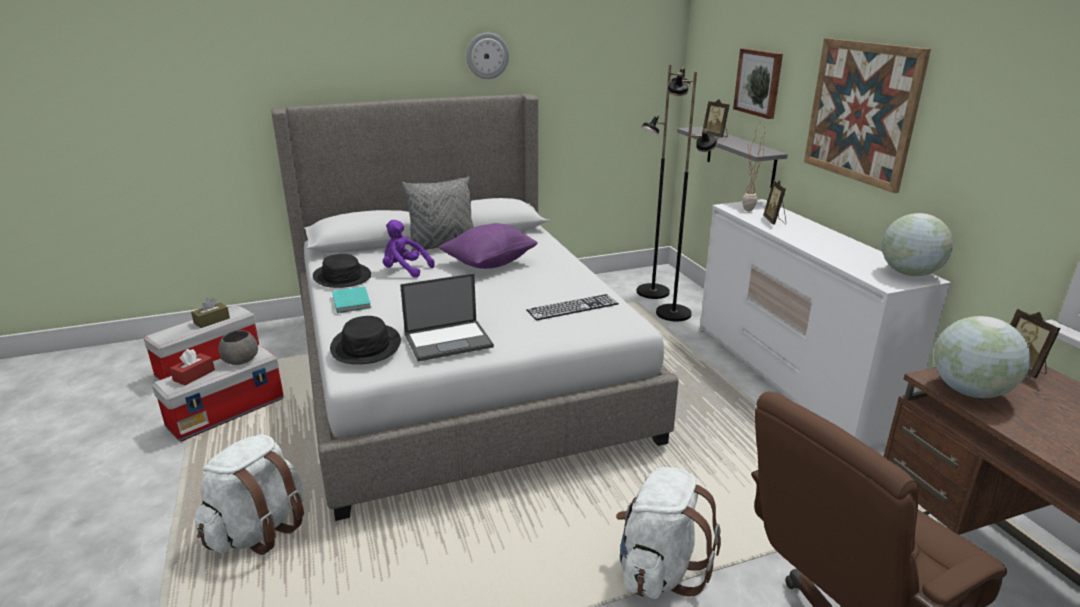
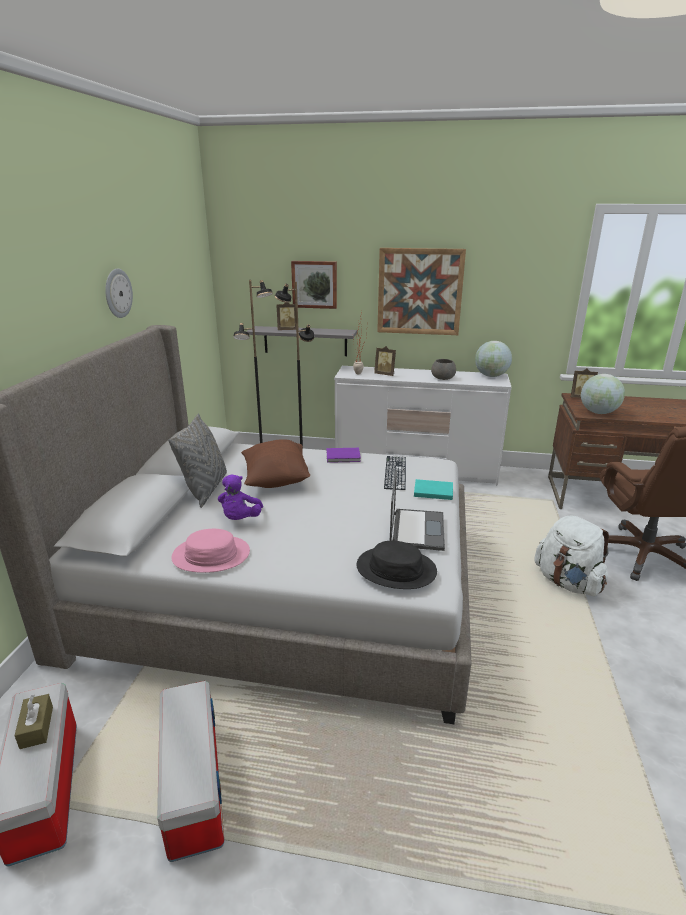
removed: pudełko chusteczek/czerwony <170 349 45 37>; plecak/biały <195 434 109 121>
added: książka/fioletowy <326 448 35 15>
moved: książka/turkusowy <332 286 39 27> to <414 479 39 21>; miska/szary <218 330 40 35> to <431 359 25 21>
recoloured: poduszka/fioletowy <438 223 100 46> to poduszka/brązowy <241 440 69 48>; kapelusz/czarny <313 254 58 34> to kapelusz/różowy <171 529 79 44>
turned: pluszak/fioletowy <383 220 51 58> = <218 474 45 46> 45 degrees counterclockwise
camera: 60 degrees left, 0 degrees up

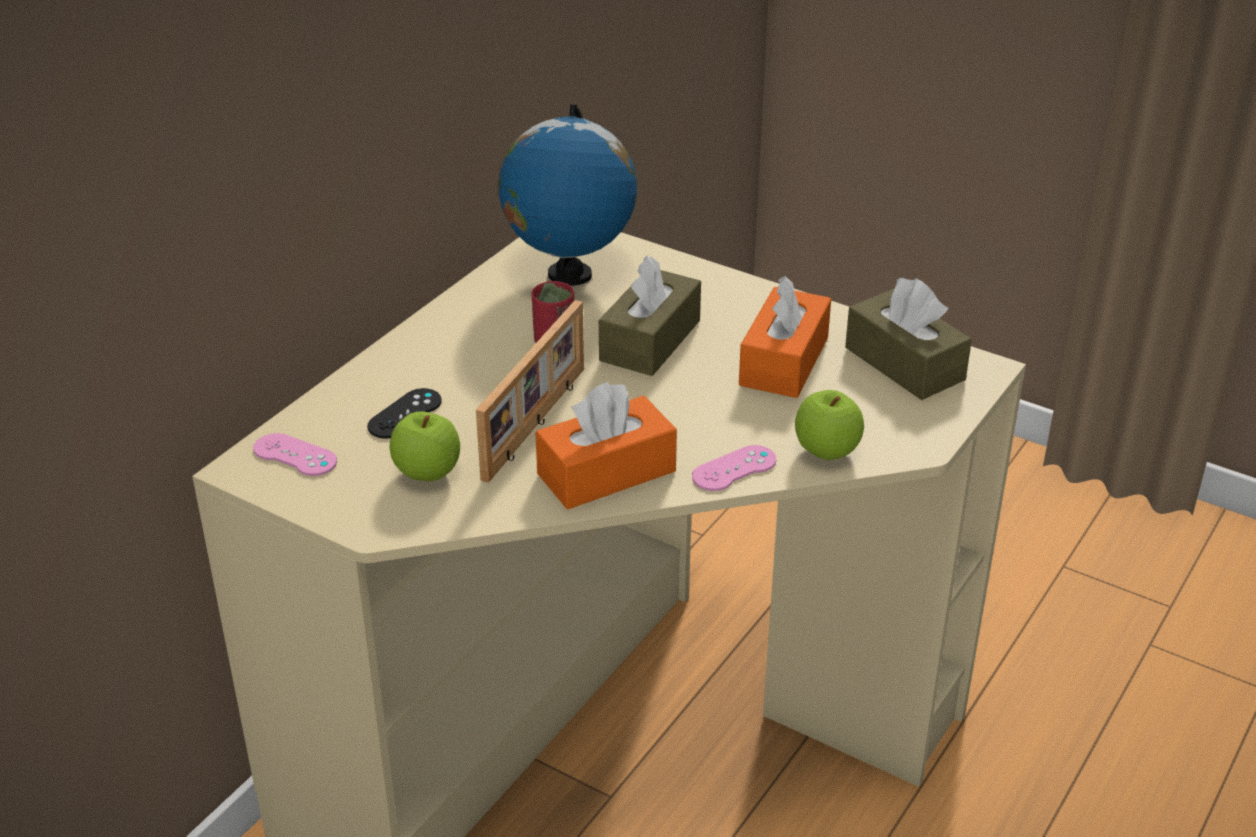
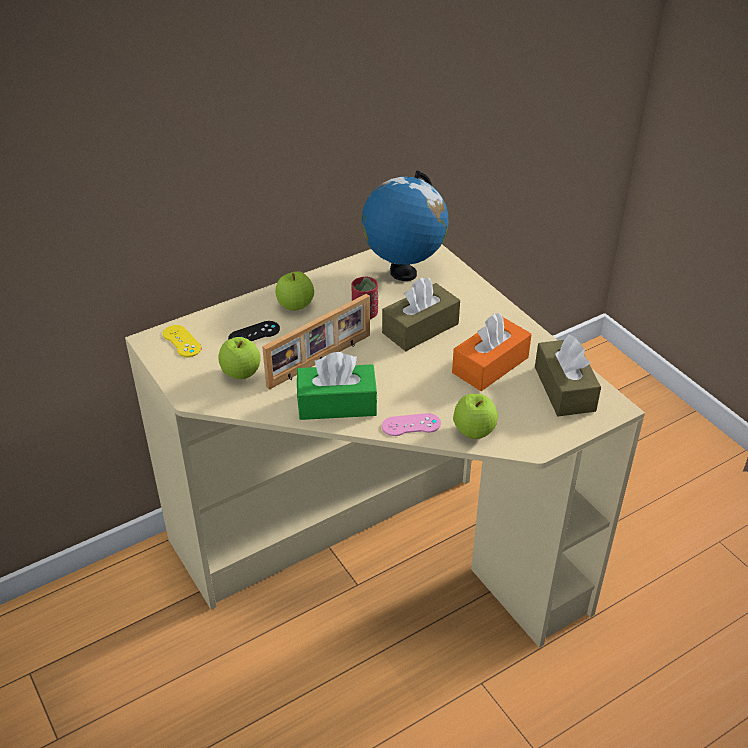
added: jabłko <276 271 38 39>
recoloured: pudełko chusteczek/pomarańczowy <535 382 142 127> to pudełko chusteczek/zielony <297 352 80 68>; pad do gier/różowy <253 433 84 43> to pad do gier/żółty <163 325 39 32>
camera: 25 degrees right, 5 degrees up

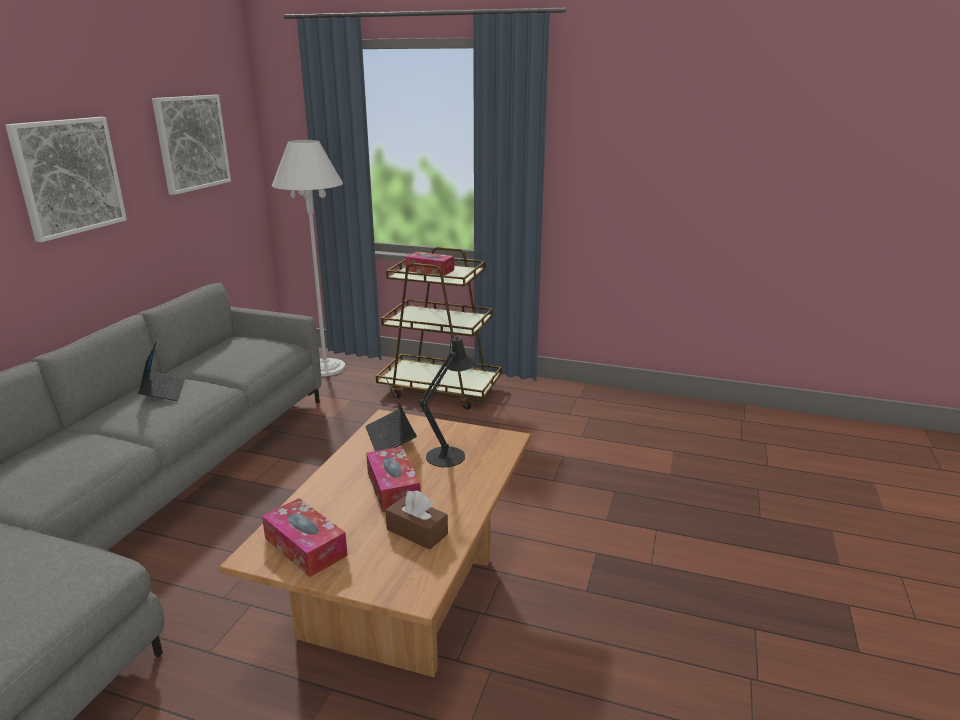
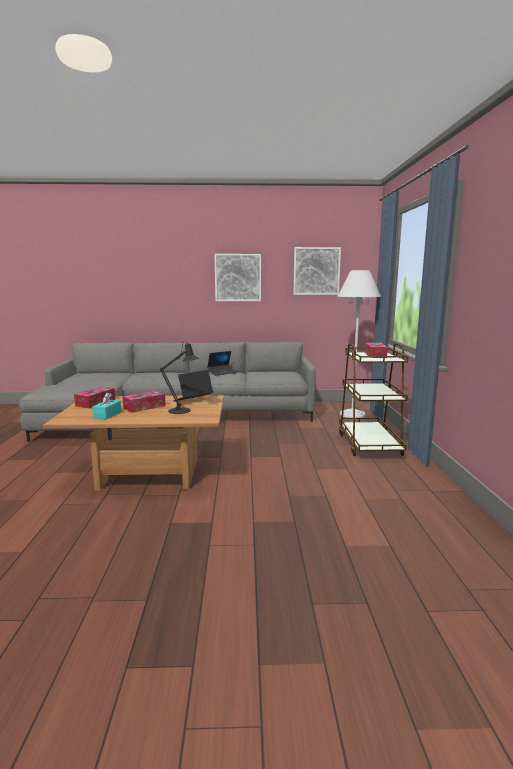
recoloured: pudełko chusteczek/brązowy <385 490 63 60> to pudełko chusteczek/turkusowy <92 392 29 27>
camera: 70 degrees right, 10 degrees down

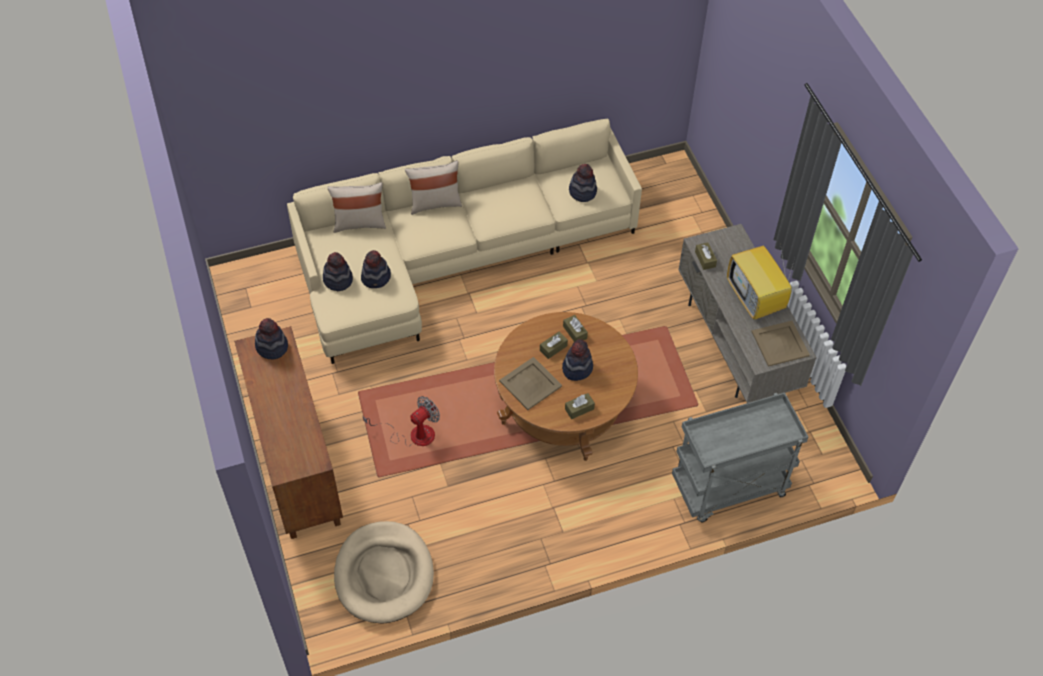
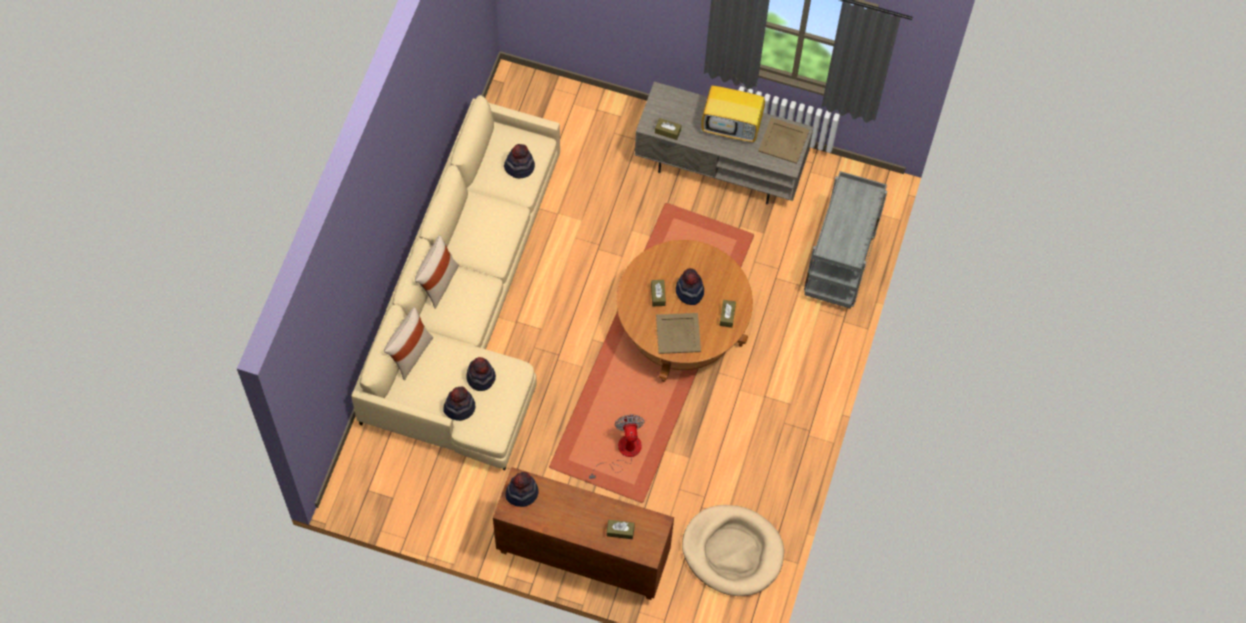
moved: pudełko chusteczek/brązowy <563 315 25 27> to <607 520 28 19>
camera: 55 degrees left, 10 degrees up

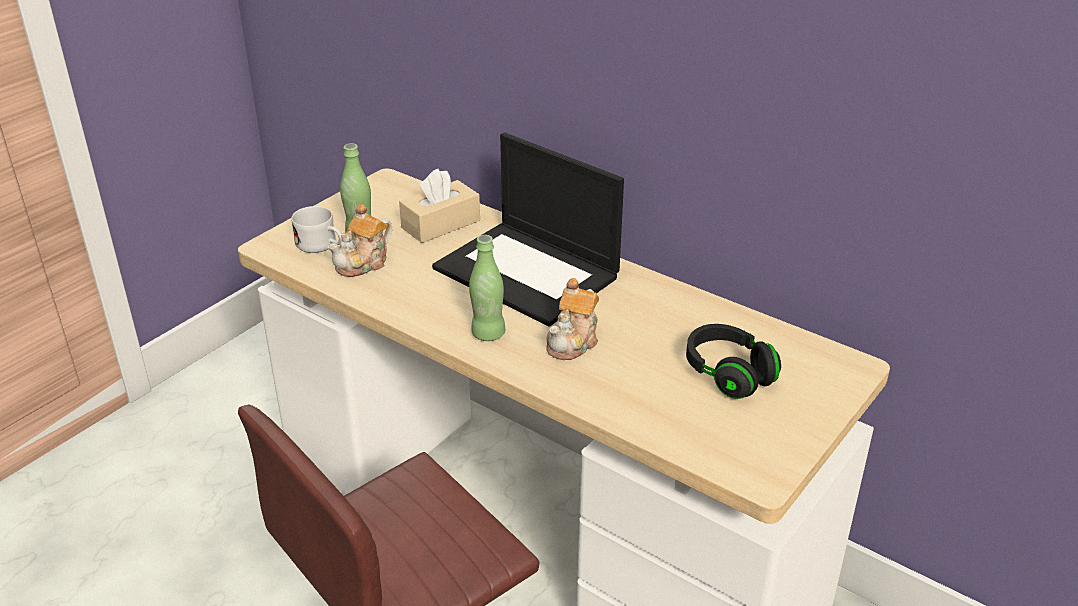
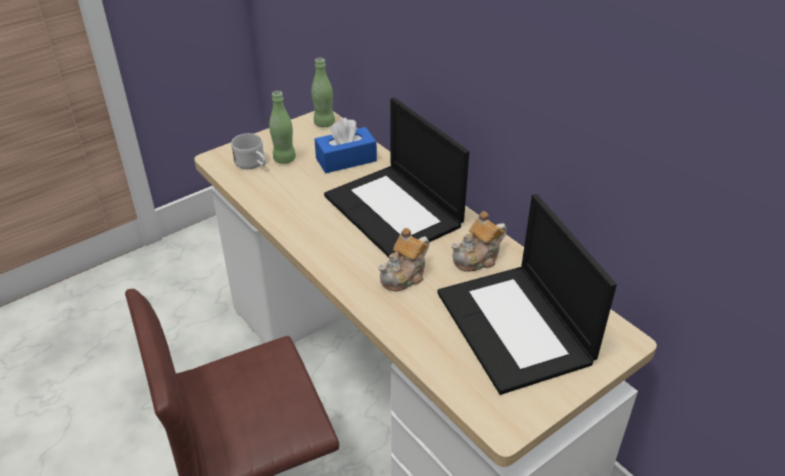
moved: imbryk <328 204 64 73> to <451 211 56 61>; butelka/zielony <469 235 36 106> to <311 58 24 69>
replaced: słuchawki/czarny <686 324 95 75> to laptop <437 194 180 201>
recoloured: pudełko chusteczek/beżowy <399 169 81 74> to pudełko chusteczek/niebieski <314 118 63 55>
camera: 15 degrees right, 5 degrees up

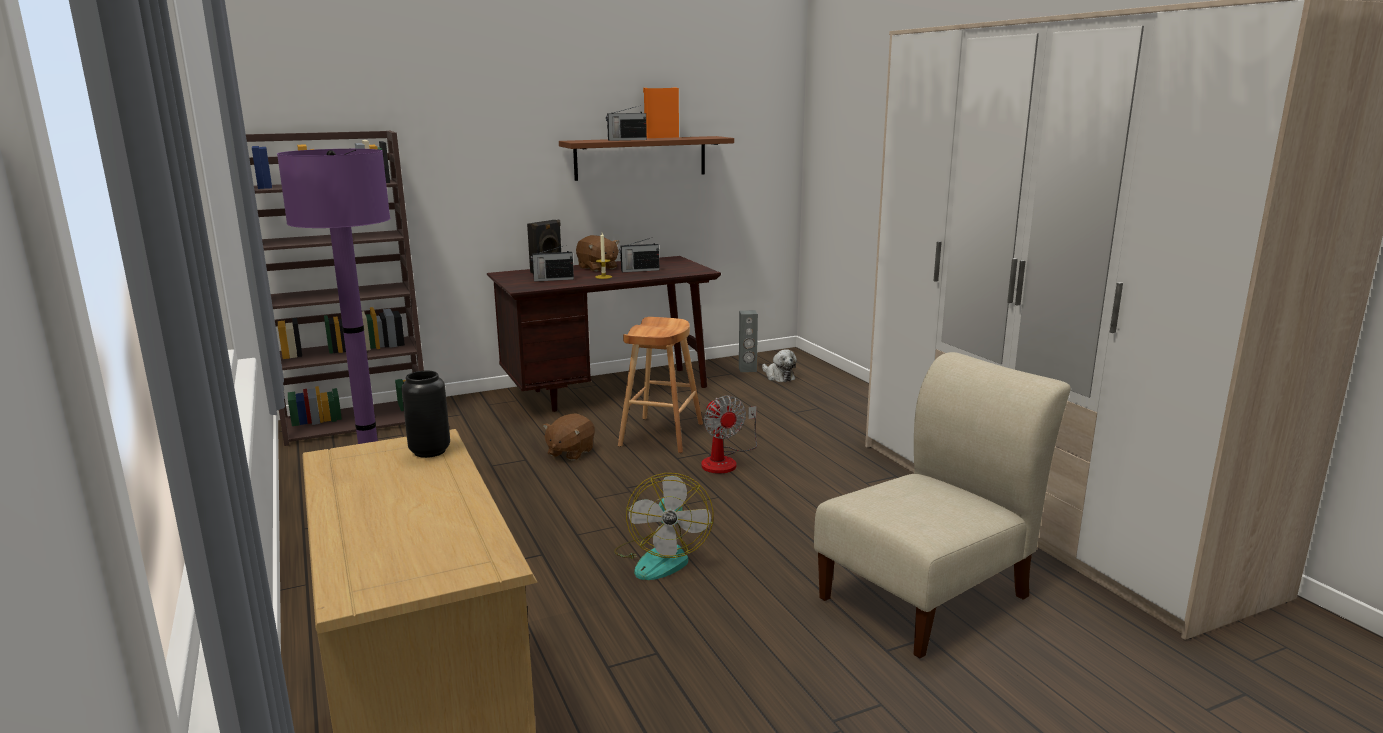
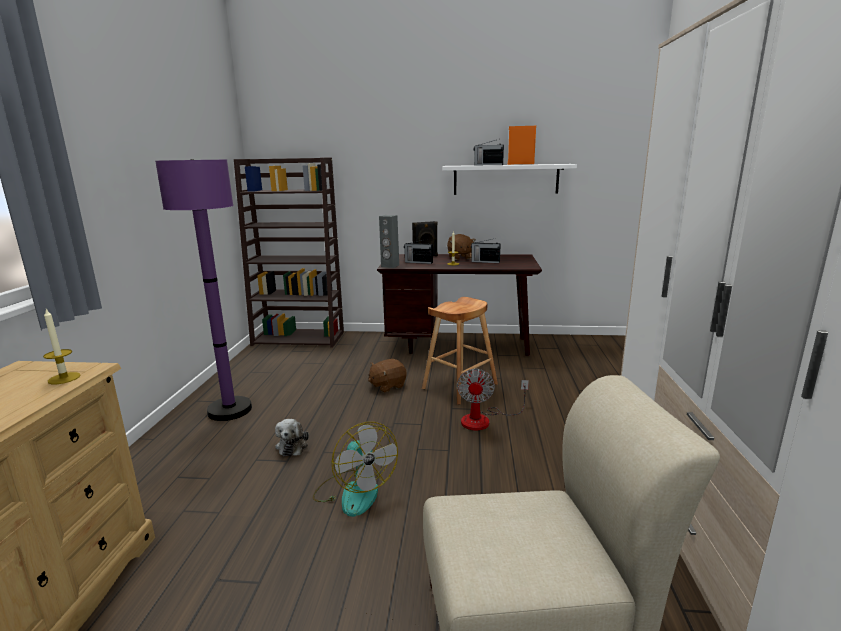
moved: głośnik/szary <739 310 19 62> to <379 215 20 53>; pluszak <762 350 35 32> to <275 419 34 37>
replaced: wazon/czarny <401 371 49 87> to świeca <43 309 38 75>
recoloured: półka/brązowy <559 136 175 45> to półka/biały <442 164 135 31>
turned: wentylator <614 473 100 107> = <313 422 85 95> 60 degrees counterclockwise
camera: 30 degrees right, 0 degrees up

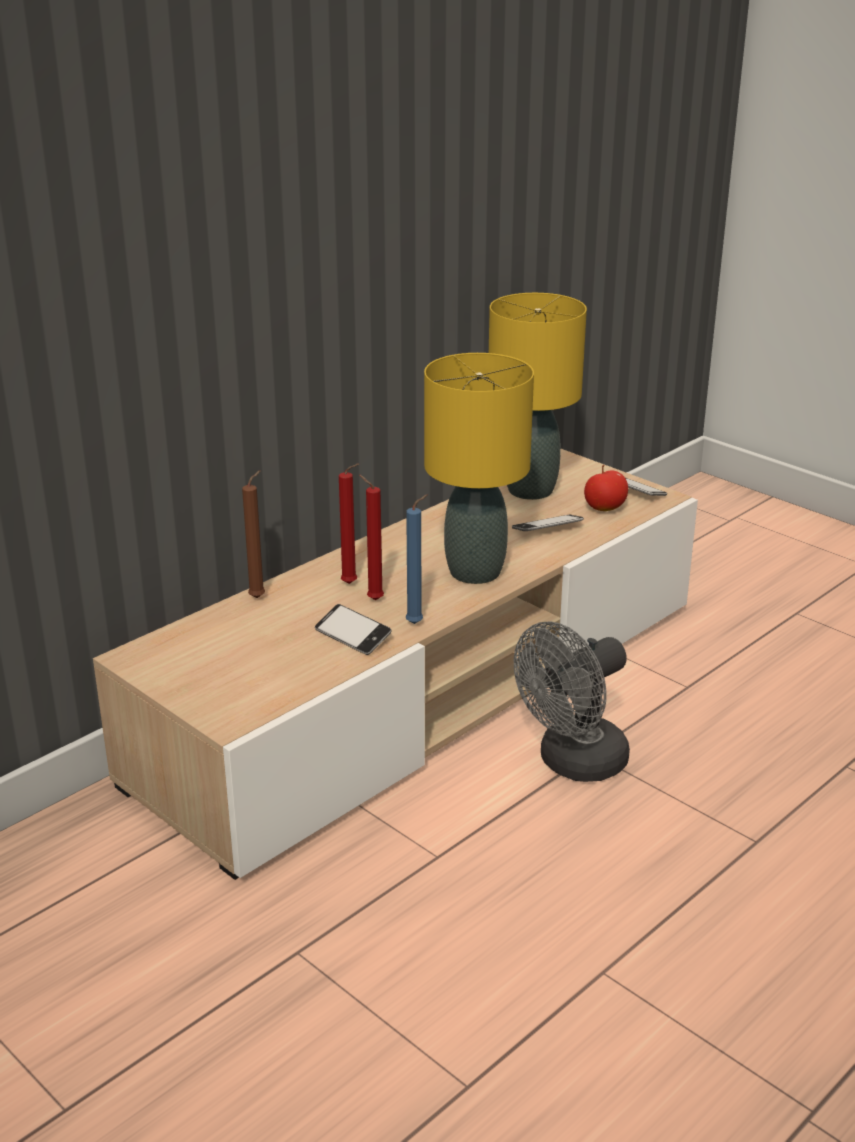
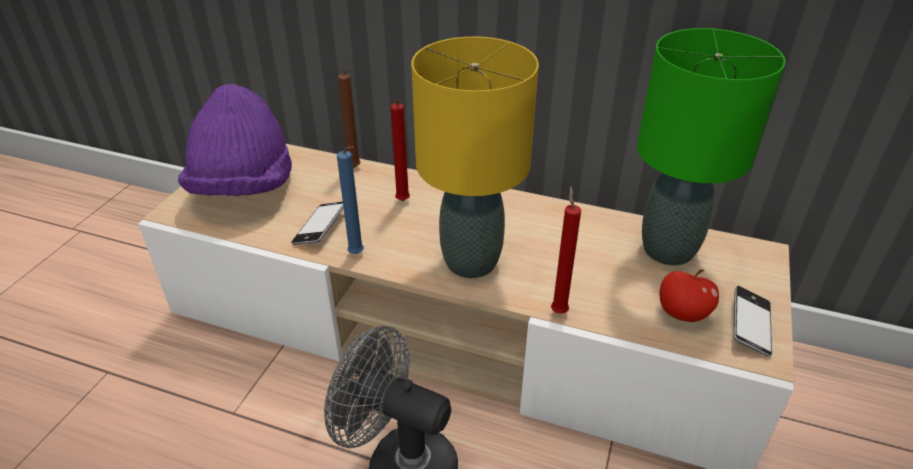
removed: telefon <512 515 72 16>
added: kapelusz/fioletowy <178 84 114 112>
moved: świeca/czerwony <359 475 25 125> to <551 186 30 128>
recoloured: lampa stołowa/żółty <489 293 98 207> to lampa stołowa/zielony <637 28 149 237>
camera: 65 degrees right, 10 degrees up

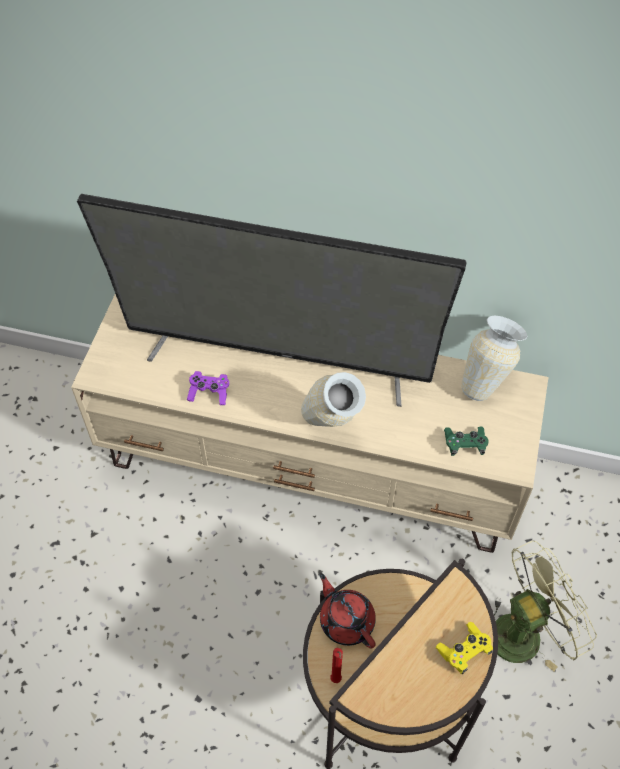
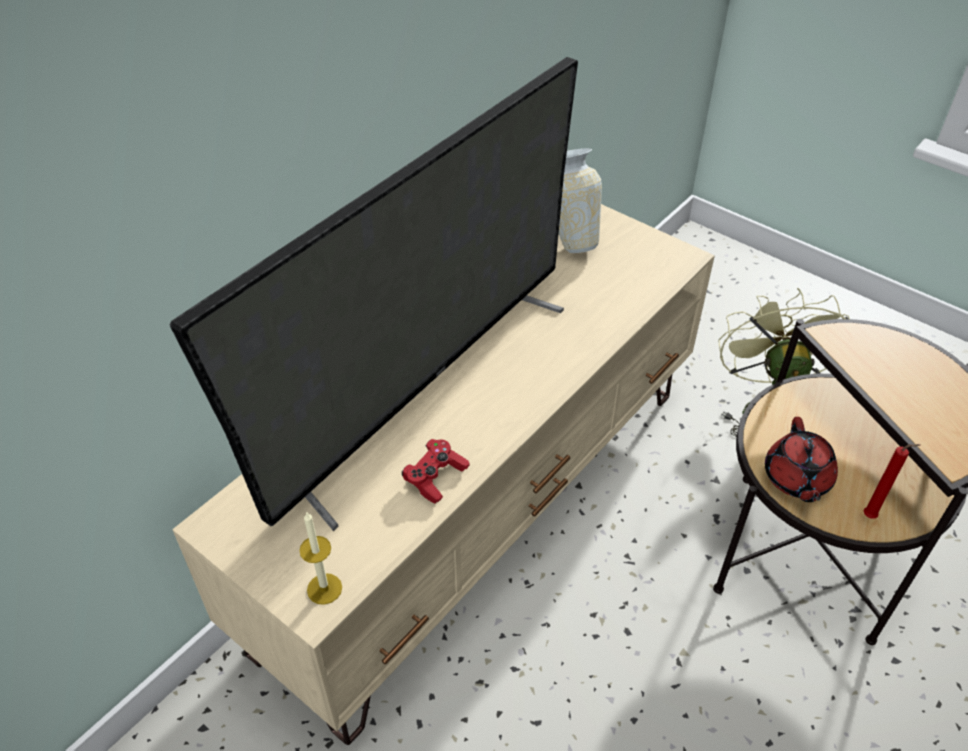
removed: wazon <301 372 65 55>; pad do gier/zielony <444 427 45 29>; pad do gier/żółty <436 622 57 52>
added: świeca <299 513 43 92>
recoloured: pad do gier/fioletowy <187 371 42 34> to pad do gier/czerwony <401 439 69 65>
turned: imbryk/czerwony <319 573 57 75> = <765 417 73 85> 75 degrees counterclockwise
camera: 65 degrees left, 10 degrees down

